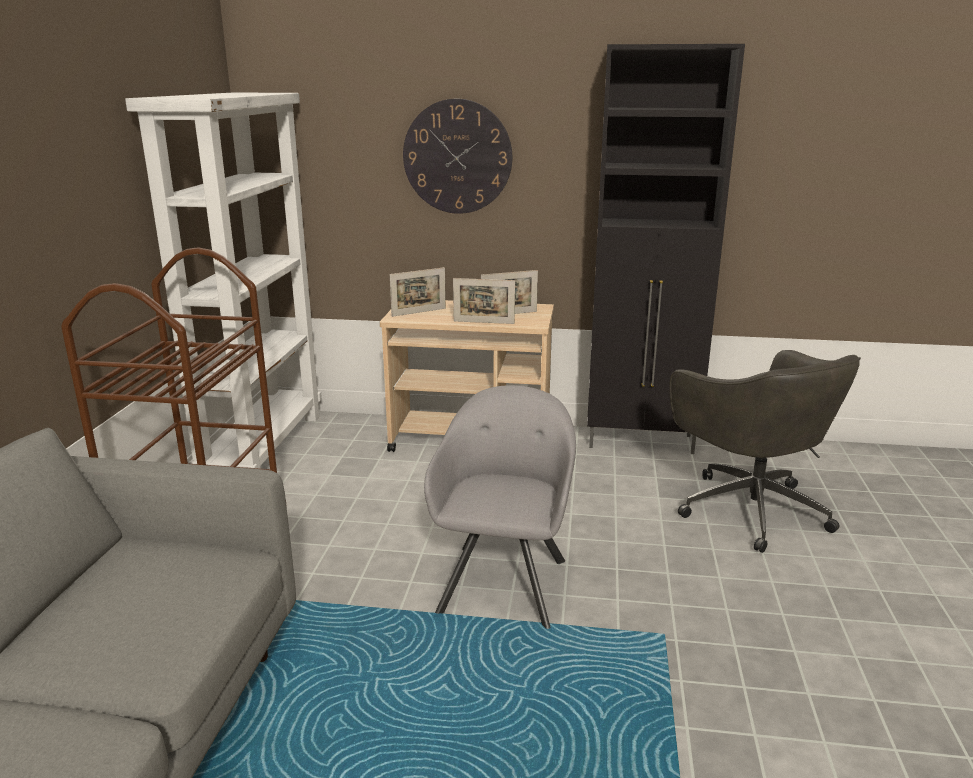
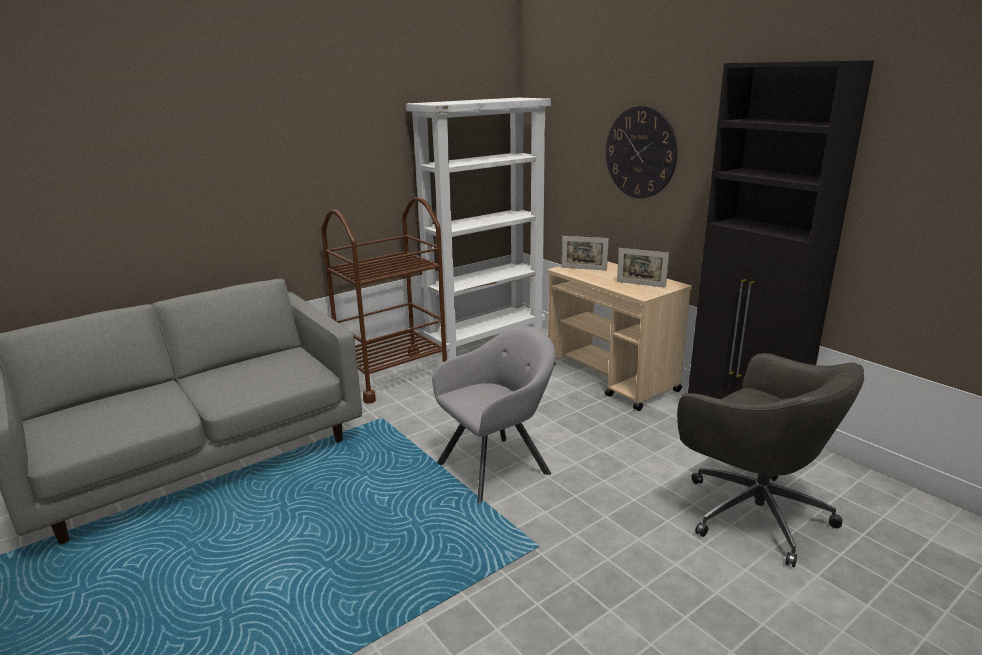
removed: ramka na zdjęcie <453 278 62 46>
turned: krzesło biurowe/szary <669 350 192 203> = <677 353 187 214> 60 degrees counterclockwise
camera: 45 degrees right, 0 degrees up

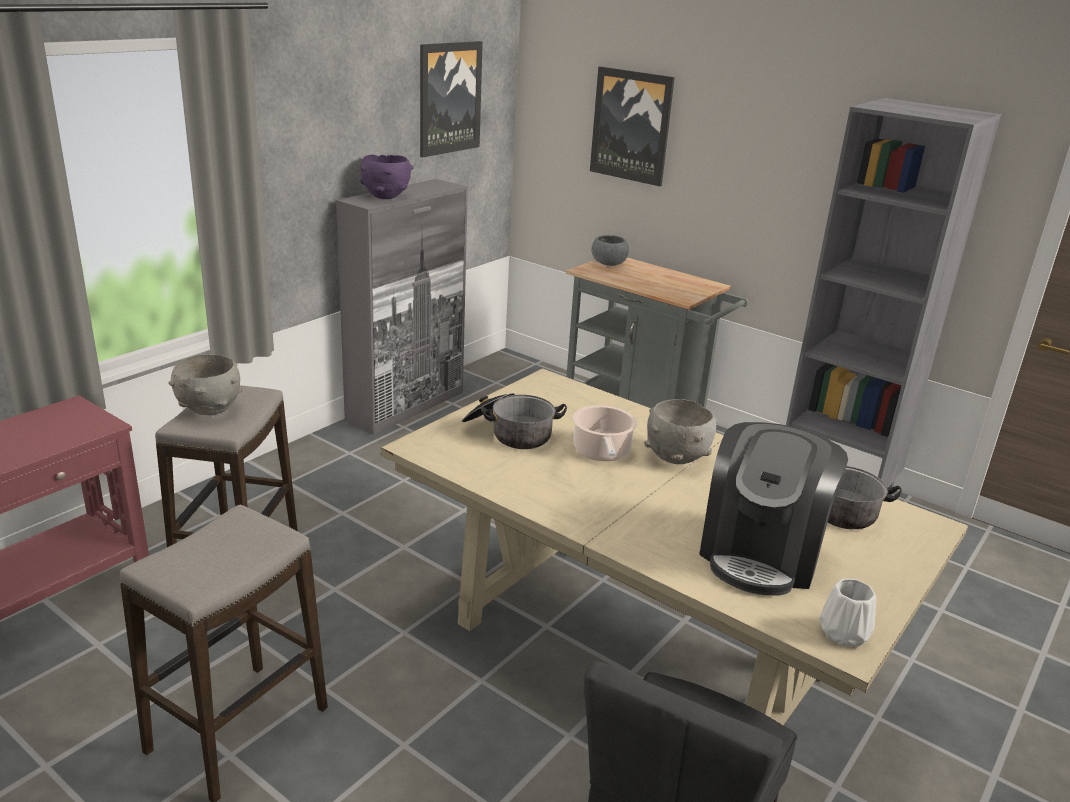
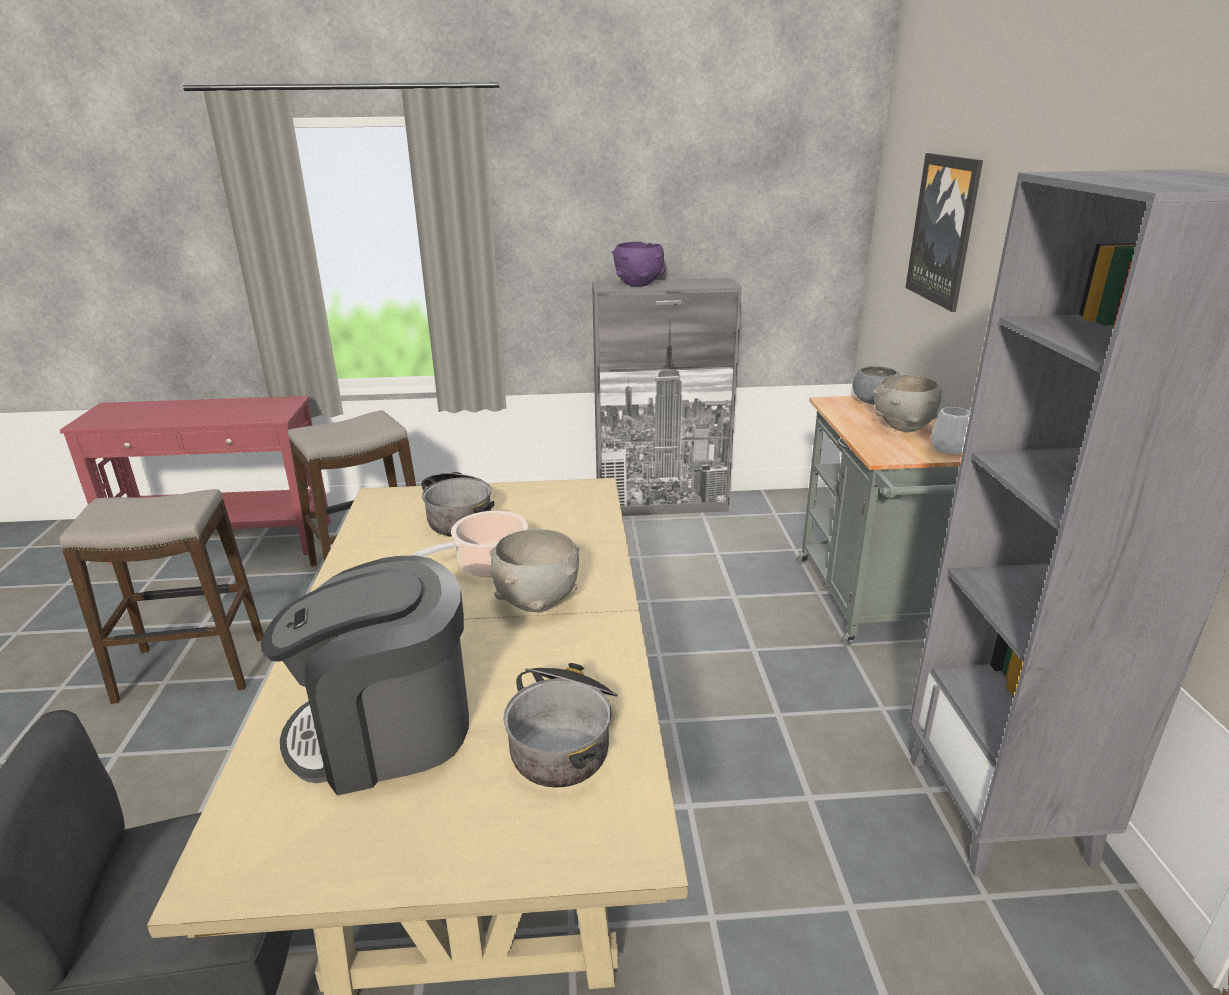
removed: obraz <420 41 63 116>
moved: miska/szary <168 354 75 61> to <873 375 70 57>; wazon/biały <819 579 57 67> to <931 407 39 48>
camera: 50 degrees right, 0 degrees up

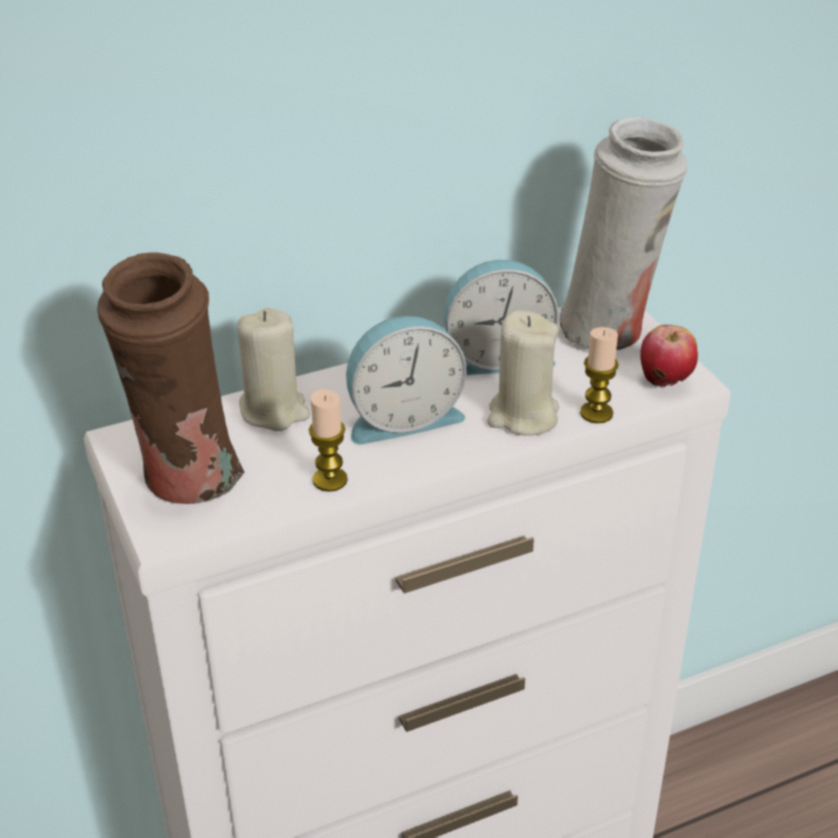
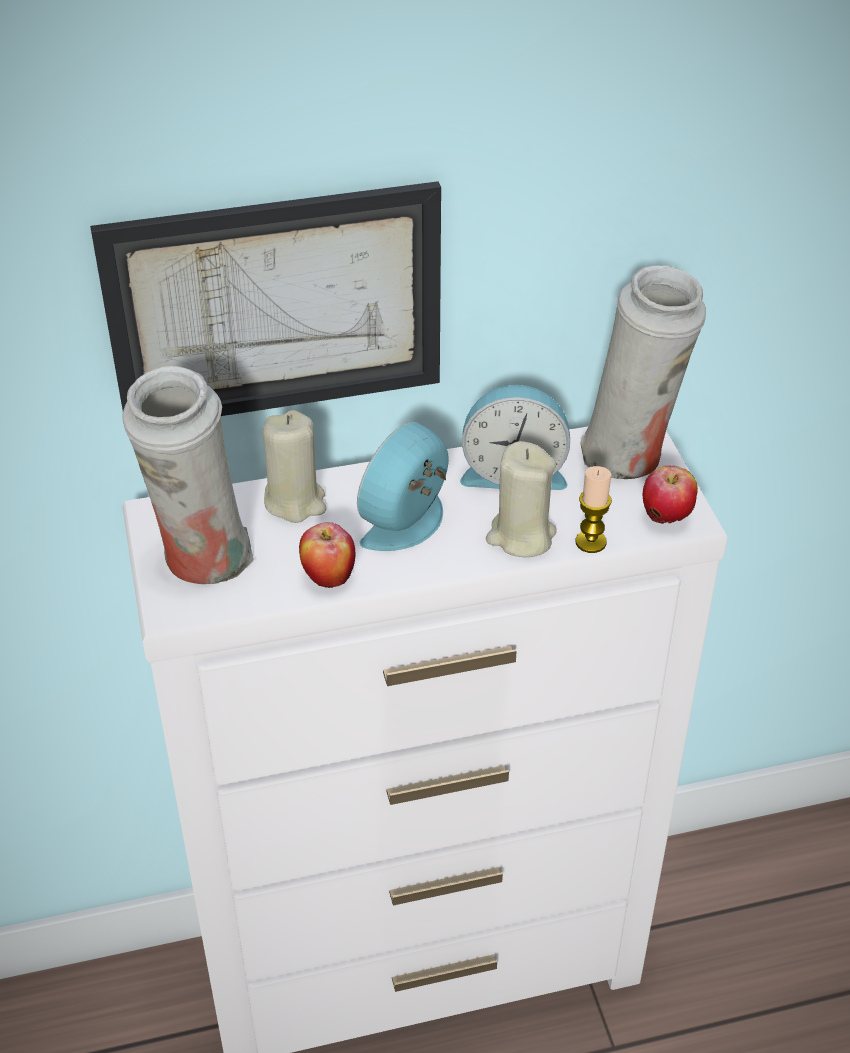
added: obraz <90 181 351 235>
replaced: świeca <309 389 39 103> to jabłko <299 522 56 66>
recoloured: wazon/brązowy <97 252 147 252> to wazon/biały <122 366 132 218>
turned: budzik <346 316 120 129> = <357 422 92 129> 135 degrees clockwise
camera: 10 degrees right, 5 degrees up

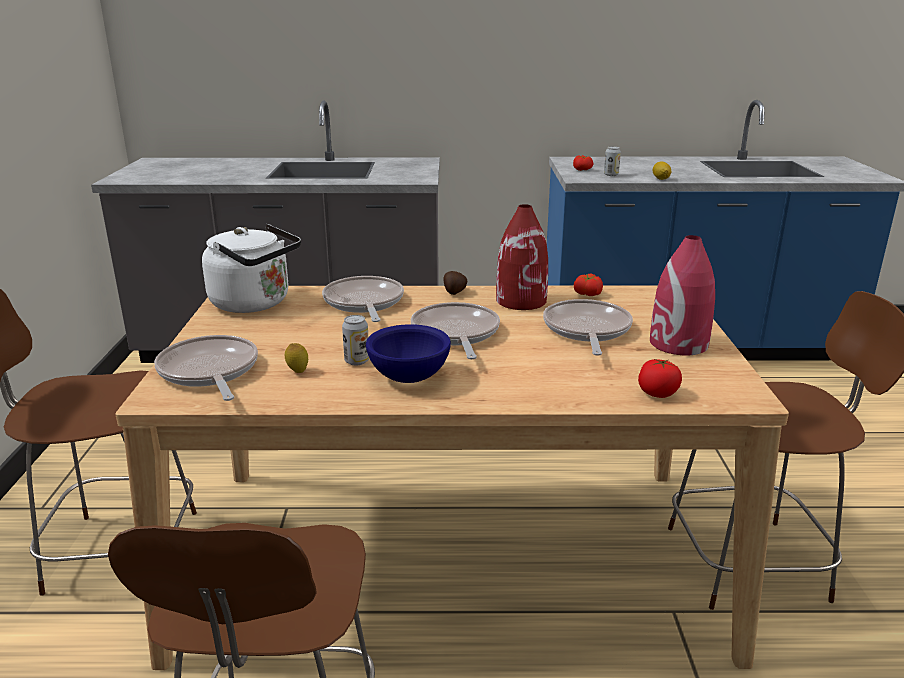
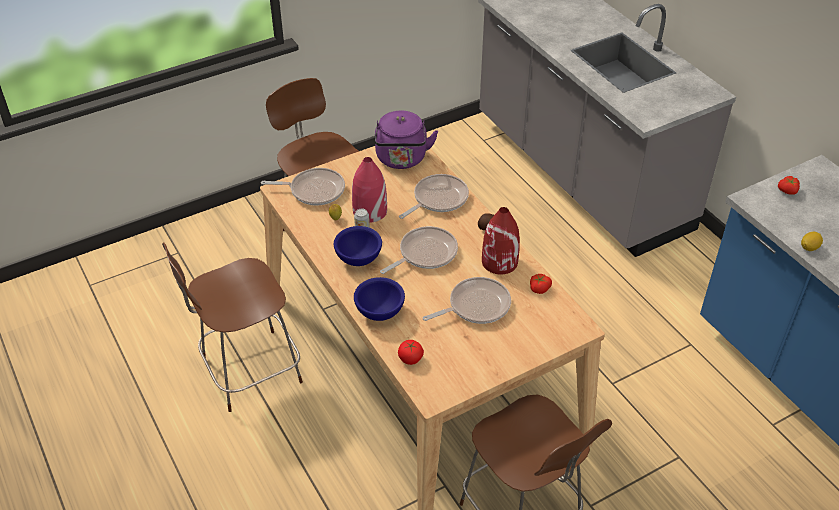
removed: puszka <604 146 17 30>
added: miska/niebieski <354 277 51 44>
moved: wazon/czerwony <650 235 65 120> to <352 157 35 66>
recoloured: czajnik/biały <202 224 99 89> to czajnik/fioletowy <375 111 63 58>
turned: patelnia <154 335 104 66> = <261 168 84 38> 60 degrees clockwise
camera: 60 degrees right, 20 degrees up

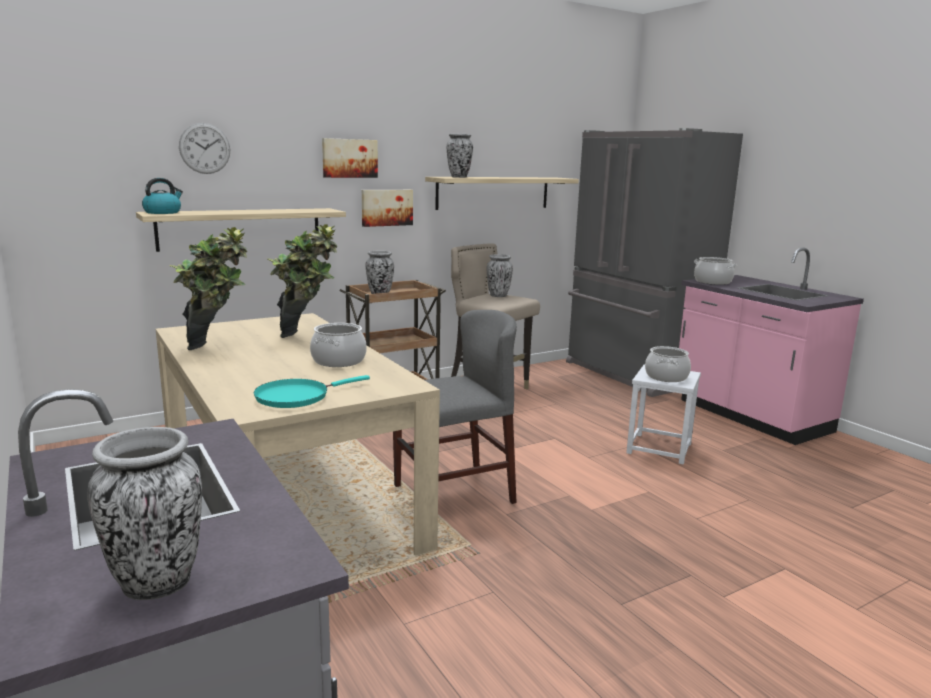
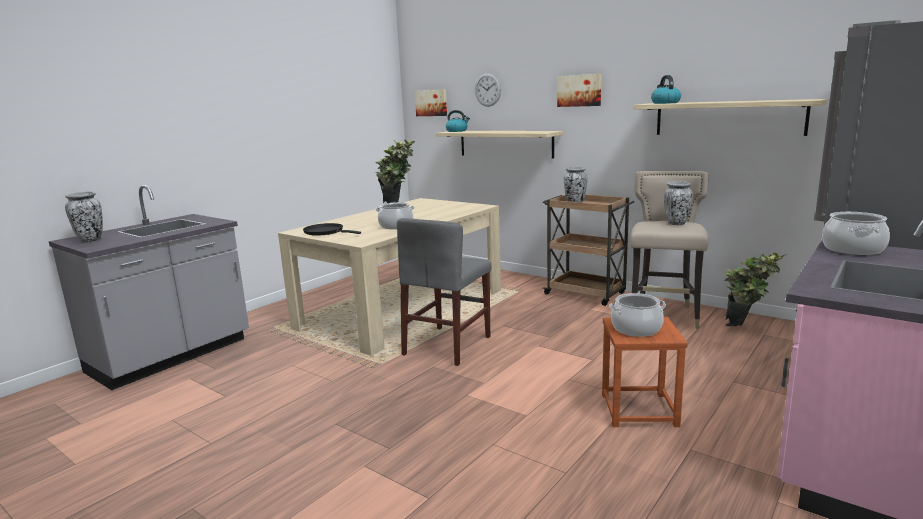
moved: obraz <362 190 51 37> to <415 89 32 27>; roślina doniczkowa <266 224 71 114> to <724 252 63 74>
replaced: wazon <447 134 26 44> to czajnik <651 75 30 29>
recoloured: stołek/biały <626 364 75 100> to stołek/brązowy <602 317 86 110>; patelnia/turkusowy <254 375 116 33> to patelnia/czarny <303 223 58 13>
turned: krzesło/szary <393 310 124 194> = <397 218 95 148> 75 degrees clockwise
camera: 70 degrees right, 0 degrees up

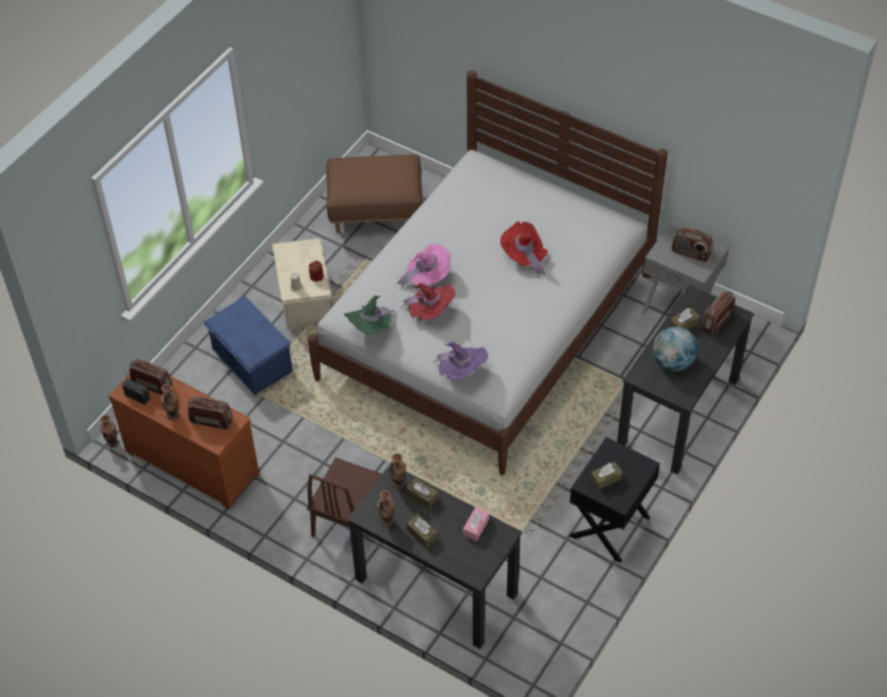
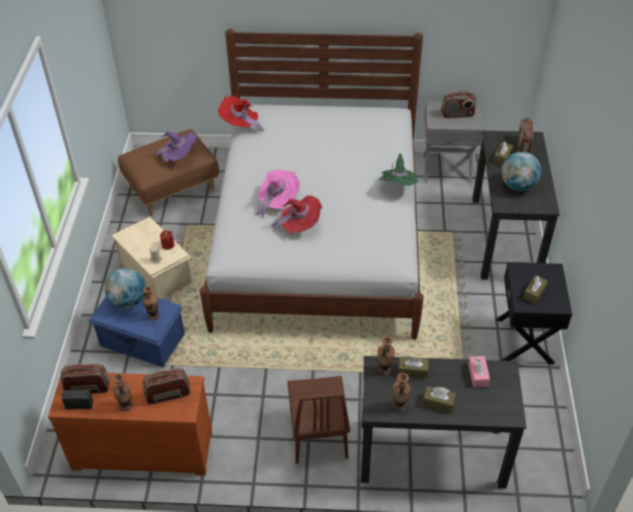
added: globus <104 268 42 40>
moved: kapelusz/czerwony <500 221 48 57> to <218 96 46 38>; kapelusz/zielony <344 295 51 39> to <379 154 39 32>; kapelusz/fioletowy <433 341 55 39> to <155 131 42 31>; wazon <100 415 19 33> to <143 286 16 34>
camera: 30 degrees left, 5 degrees down

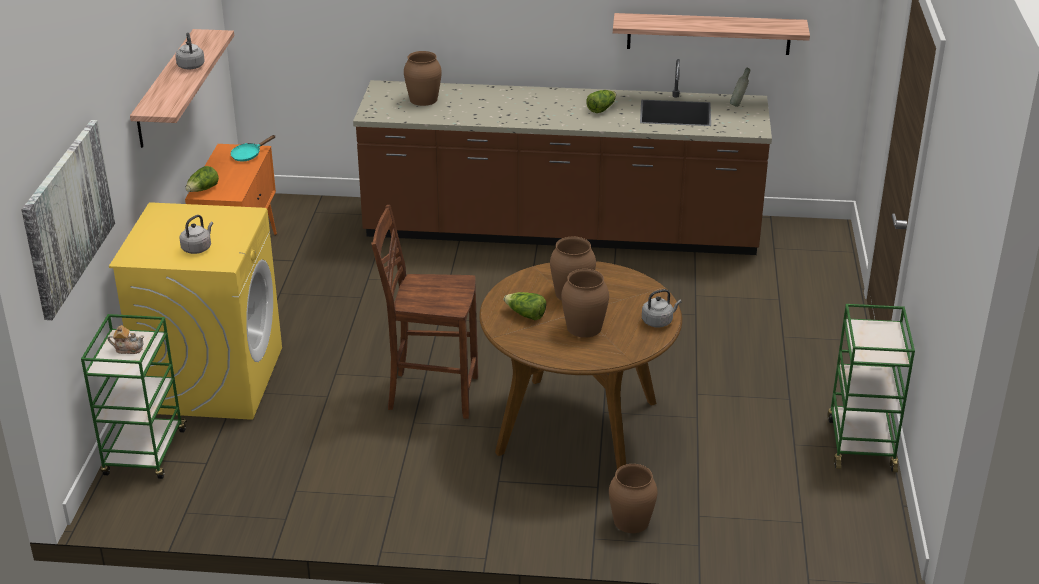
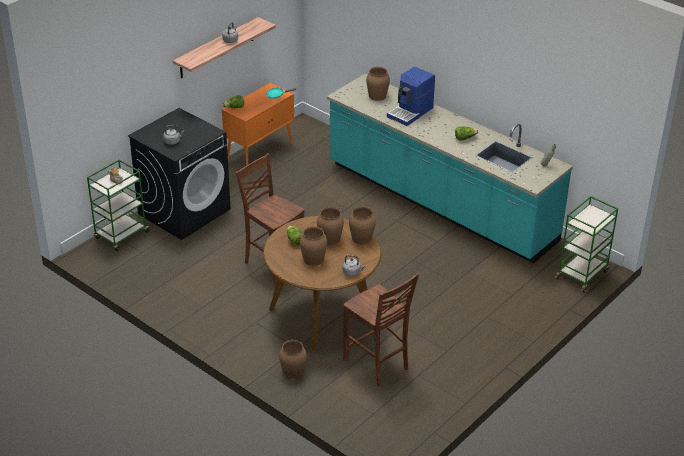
removed: półka <613 13 197 42>; obraz <21 120 94 200>
added: ekspres do kawy <387 67 48 59>; wazon/brązowy <349 206 27 39>; krzesło/brązowy <343 273 76 114>
moved: wózek/zielony <827 304 88 168> to <554 196 64 97>
recoloured: zabudowa kuchenna/brązowy <353 59 419 196> to zabudowa kuchenna/turkusowy <327 74 246 189>; pralka/żółty <109 202 173 218> to pralka/czarny <128 108 103 132>
camera: 35 degrees right, 5 degrees up

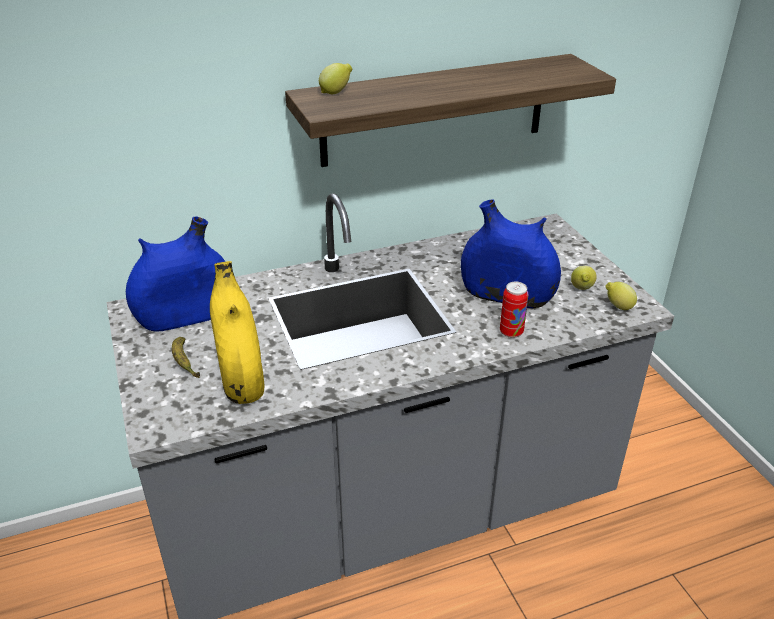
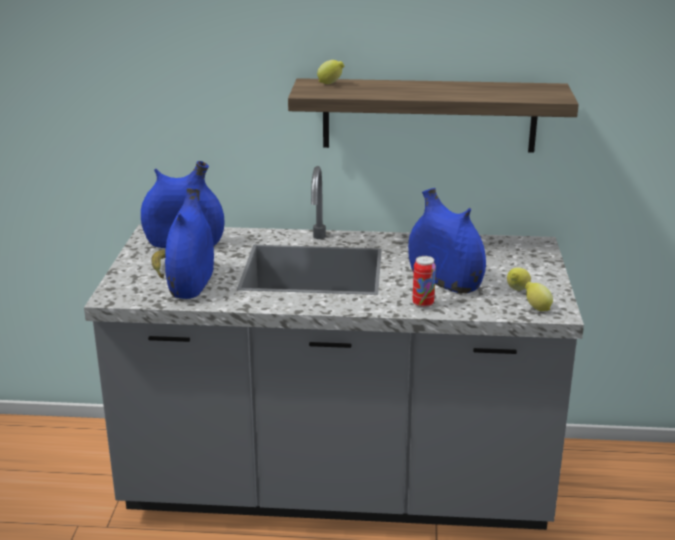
recoloured: wazon/żółty <210 261 55 143> to wazon/niebieski <165 188 49 111>
camera: 25 degrees right, 10 degrees down

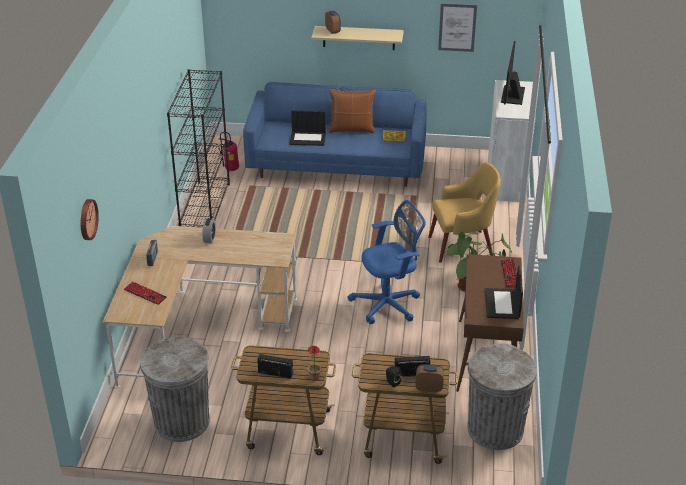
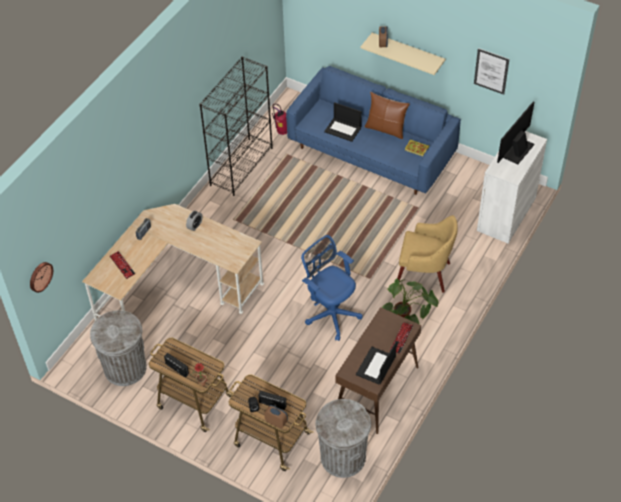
moved: zegar ścienny <80 199 19 41> to <30 262 23 31>
turned: krzesło biurowe/niebieski <347 200 79 124> = <301 235 62 106> 135 degrees counterclockwise
camera: 25 degrees right, 15 degrees up

